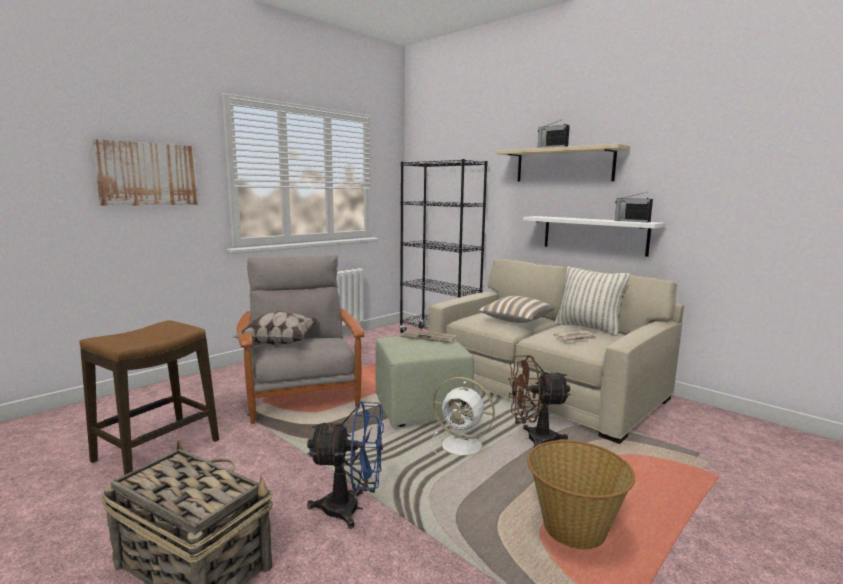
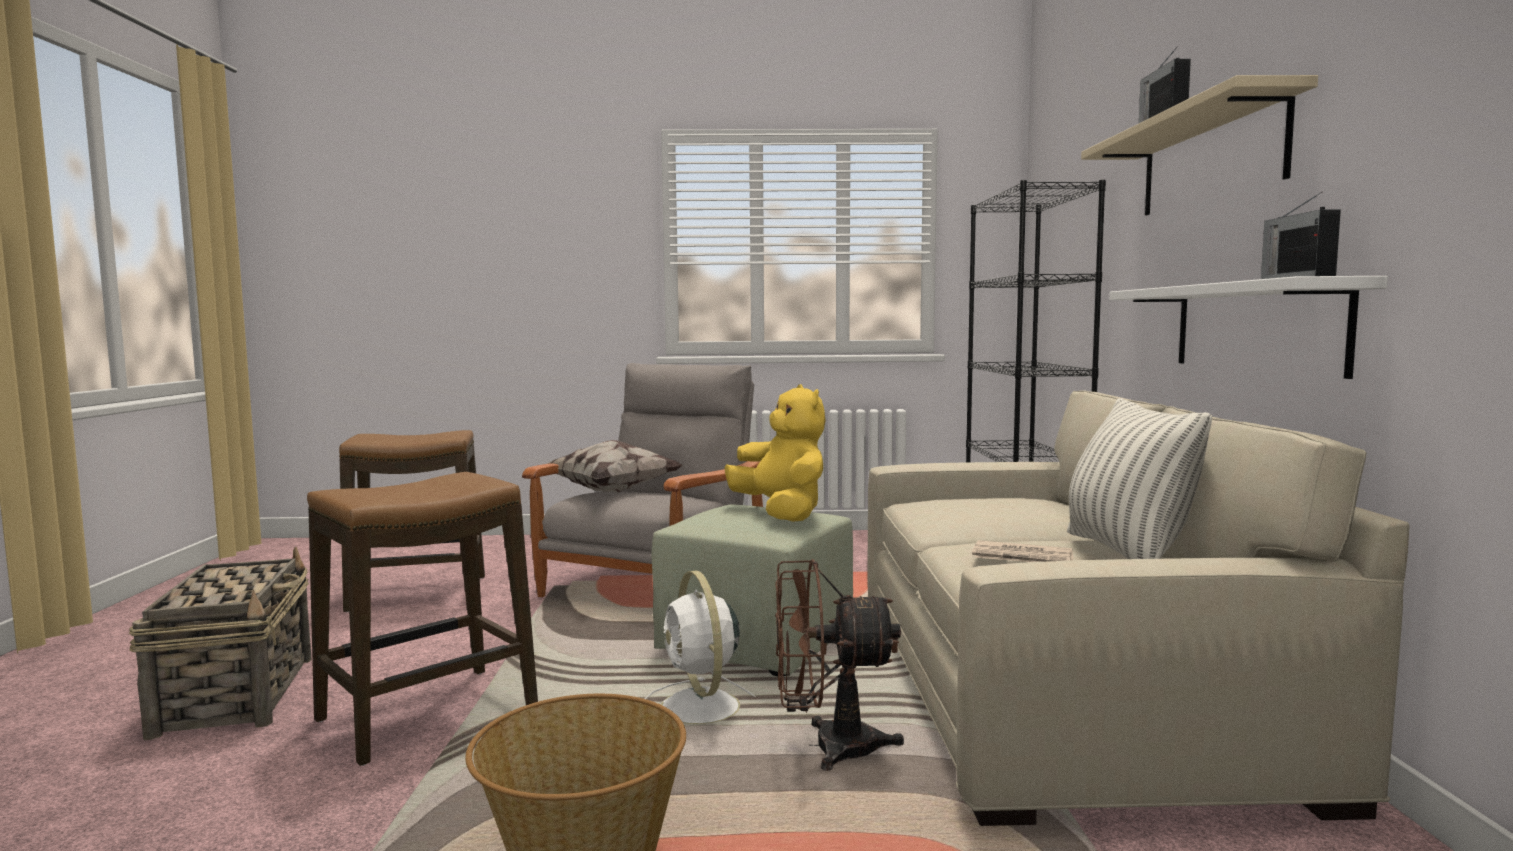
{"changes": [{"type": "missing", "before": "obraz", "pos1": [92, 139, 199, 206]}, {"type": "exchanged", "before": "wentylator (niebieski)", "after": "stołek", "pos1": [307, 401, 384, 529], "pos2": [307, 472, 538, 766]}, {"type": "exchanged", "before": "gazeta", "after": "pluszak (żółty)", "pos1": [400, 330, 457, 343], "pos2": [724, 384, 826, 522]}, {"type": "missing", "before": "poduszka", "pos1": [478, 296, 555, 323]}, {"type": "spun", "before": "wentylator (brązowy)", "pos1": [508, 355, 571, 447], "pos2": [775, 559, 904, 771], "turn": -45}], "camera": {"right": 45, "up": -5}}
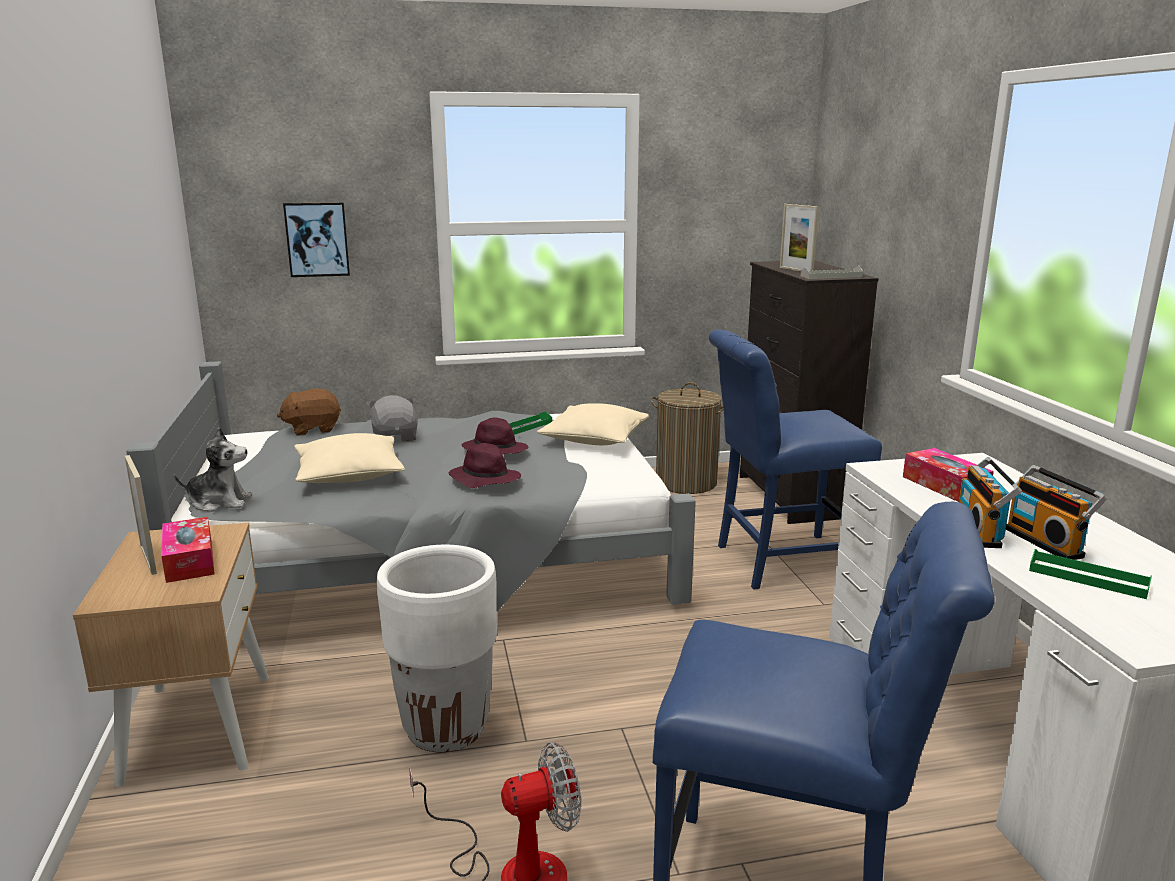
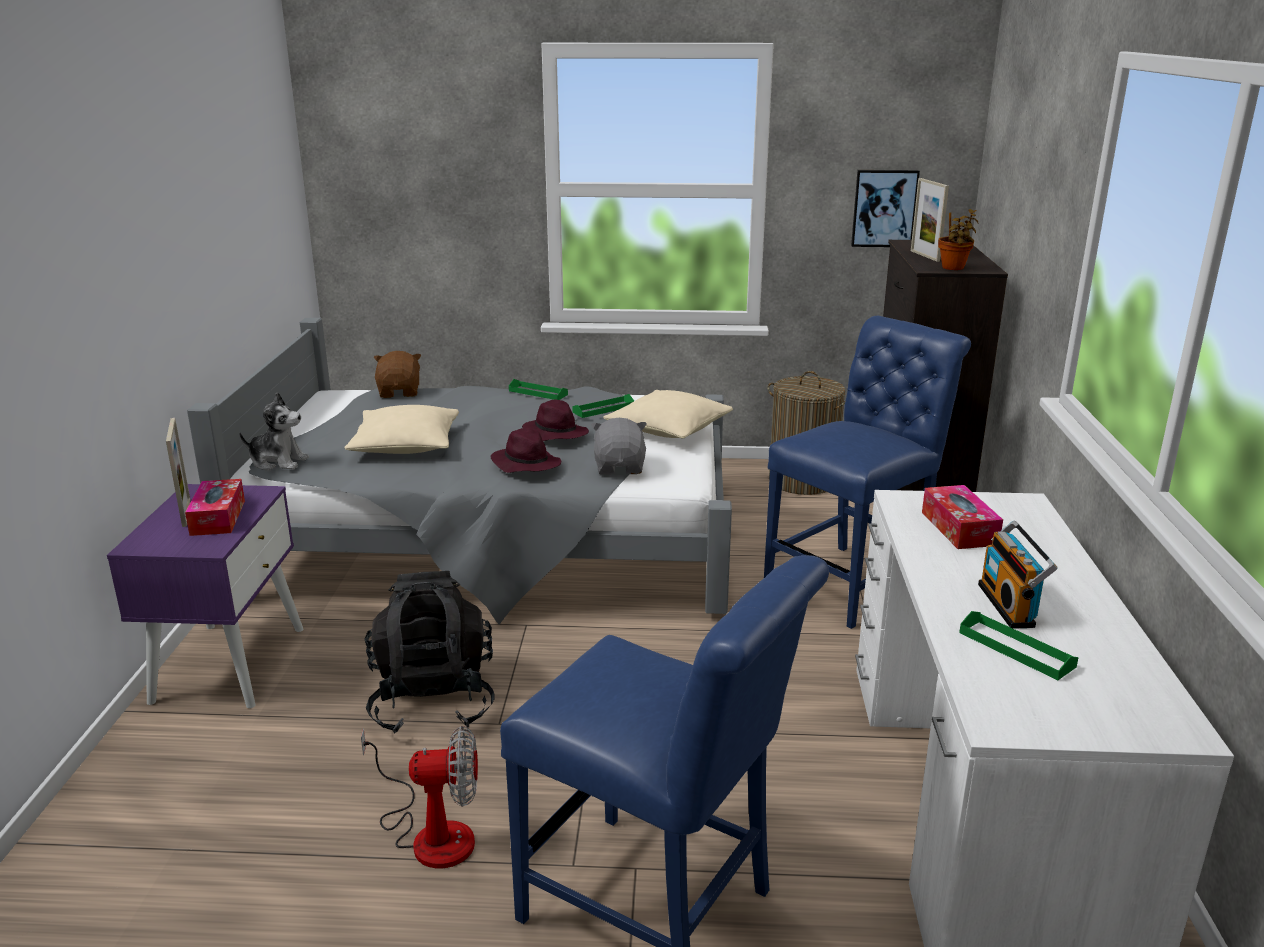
{"changes": [{"type": "colour", "before": "szafka nocna (beżowy)", "after": "szafka nocna (fioletowy)", "pos1": [73, 523, 269, 787], "pos2": [107, 484, 304, 708]}, {"type": "spun", "before": "pluszak (brązowy)", "pos1": [277, 389, 341, 436], "pos2": [374, 351, 421, 398], "turn": 90}, {"type": "relocated", "before": "obraz", "pos1": [283, 202, 350, 277], "pos2": [851, 170, 920, 247]}, {"type": "relocated", "before": "pluszak (szary)", "pos1": [366, 395, 418, 441], "pos2": [591, 418, 646, 475]}, {"type": "exchanged", "before": "donica (biały)", "after": "plecak (czarny)", "pos1": [377, 545, 497, 752], "pos2": [365, 571, 495, 734]}, {"type": "spun", "before": "krzesło (niebieski)", "pos1": [709, 329, 882, 589], "pos2": [764, 316, 971, 629], "turn": 135}, {"type": "exchanged", "before": "taca (szary)", "after": "roślina doniczkowa", "pos1": [801, 265, 863, 279], "pos2": [938, 209, 979, 270]}, {"type": "missing", "before": "radio", "pos1": [958, 457, 1022, 548]}, {"type": "appeared", "after": "taca (zielony)", "pos2": [509, 379, 568, 400]}], "camera": {"right": 15, "up": 5}}
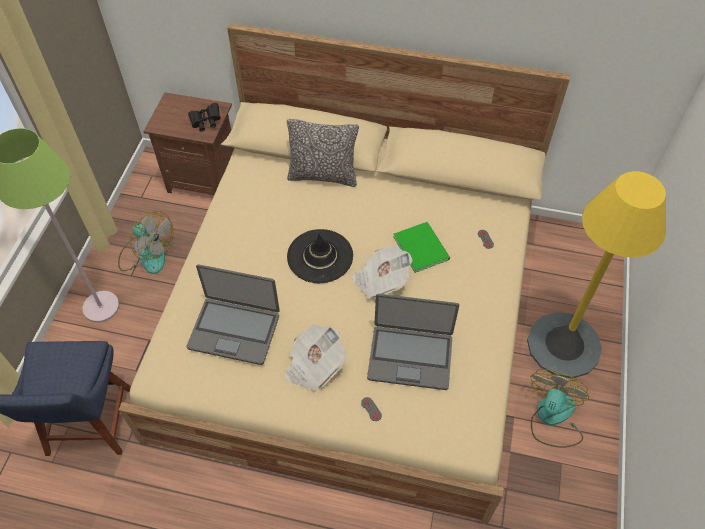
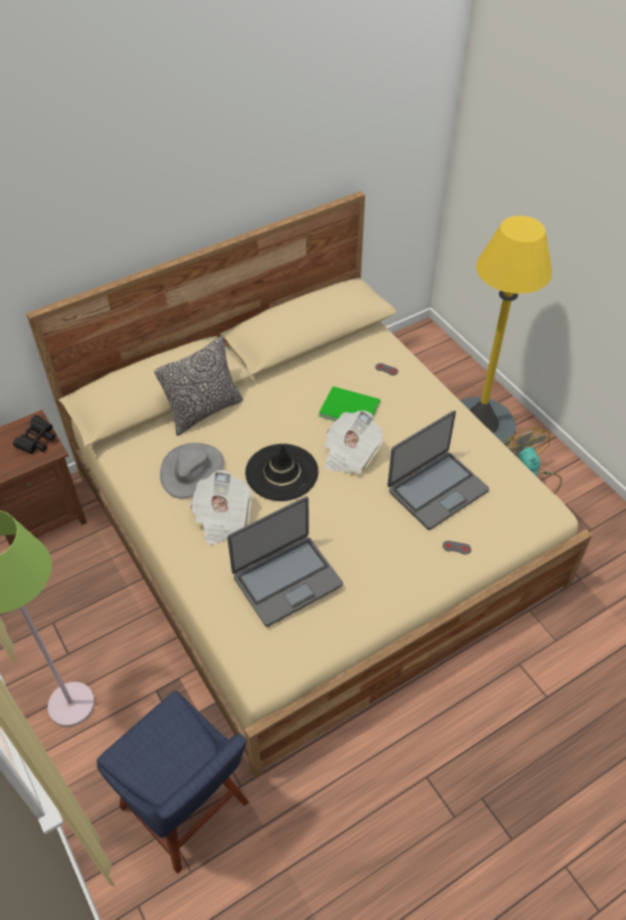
{"changes": [{"type": "missing", "before": "wentylator", "pos1": [118, 211, 173, 274]}, {"type": "relocated", "before": "gazeta", "pos1": [284, 324, 346, 392], "pos2": [190, 470, 253, 545]}, {"type": "appeared", "after": "kapelusz (szary)", "pos2": [160, 443, 224, 498]}], "camera": {"right": -45, "up": -5}}
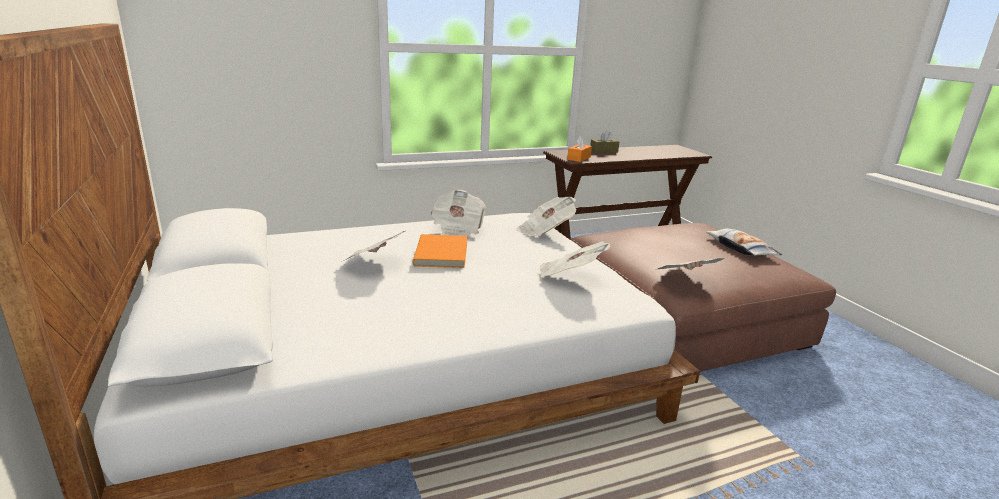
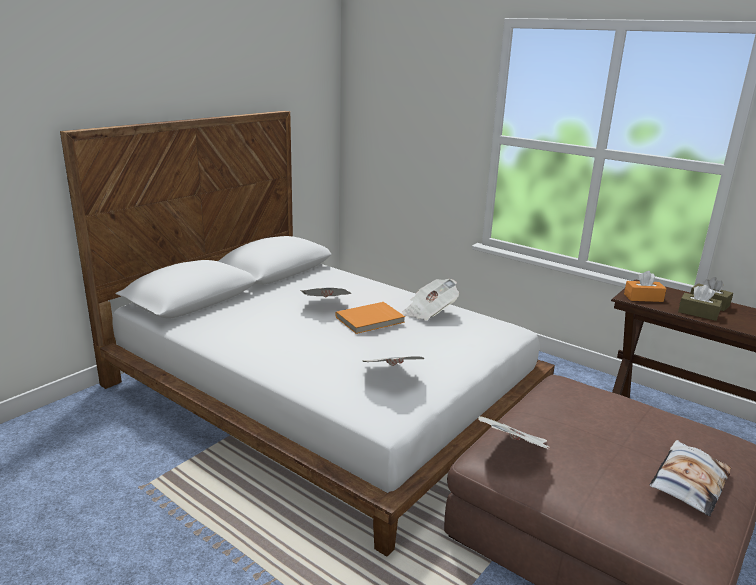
{"changes": [{"type": "missing", "before": "gazeta", "pos1": [517, 197, 577, 237]}, {"type": "appeared", "after": "pudełko chusteczek (brązowy)", "pos2": [678, 285, 722, 321]}], "camera": {"right": 60, "up": 0}}
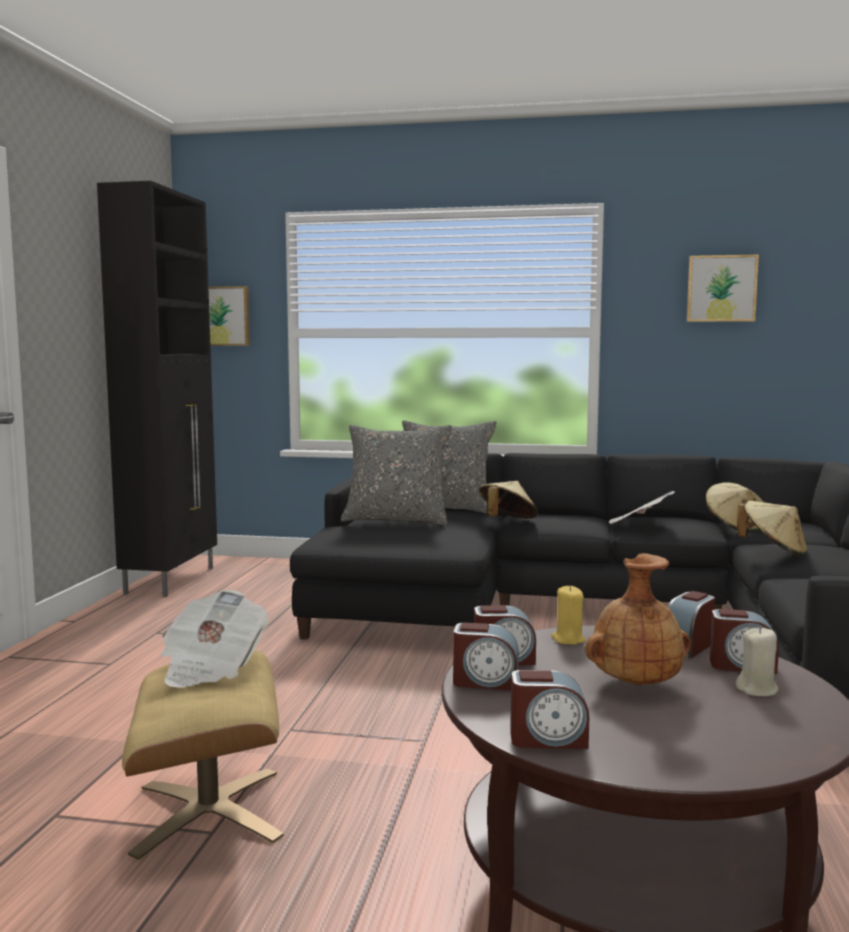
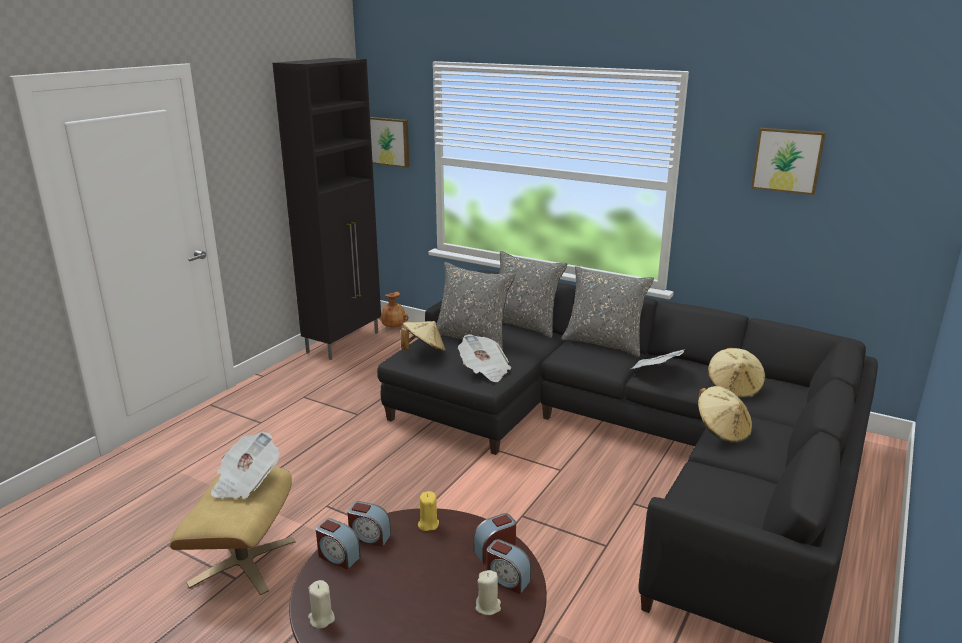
{"changes": [{"type": "relocated", "before": "kapelusz (beżowy)", "pos1": [479, 481, 538, 519], "pos2": [401, 321, 446, 352]}, {"type": "exchanged", "before": "budzik", "after": "świeca (beżowy)", "pos1": [510, 670, 589, 749], "pos2": [308, 580, 335, 628]}, {"type": "relocated", "before": "wazon (brązowy)", "pos1": [585, 553, 691, 685], "pos2": [378, 292, 408, 328]}, {"type": "appeared", "after": "gazeta", "pos2": [458, 334, 511, 382]}, {"type": "appeared", "after": "poduszka (szary)", "pos2": [561, 266, 654, 357]}], "camera": {"right": 20, "up": 15}}
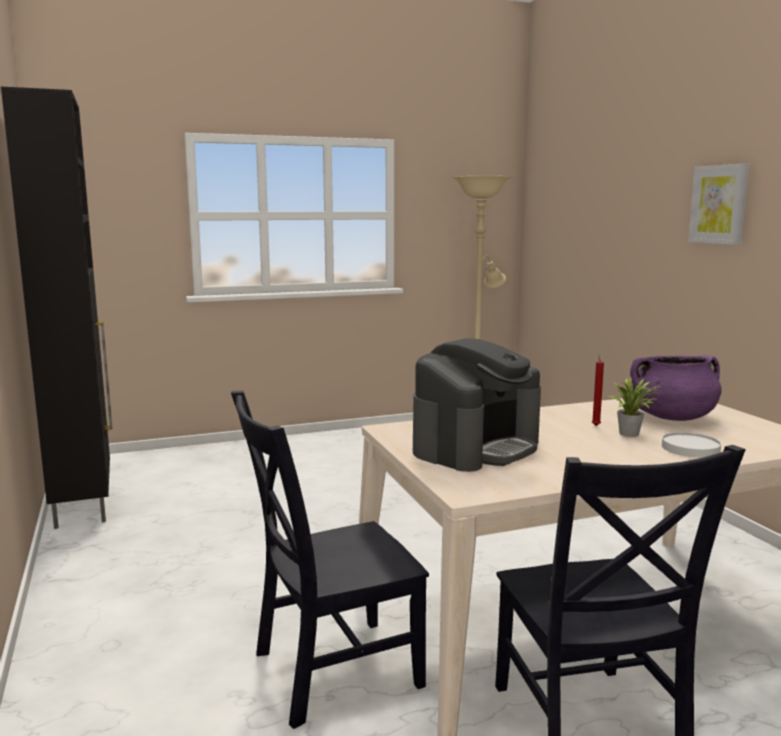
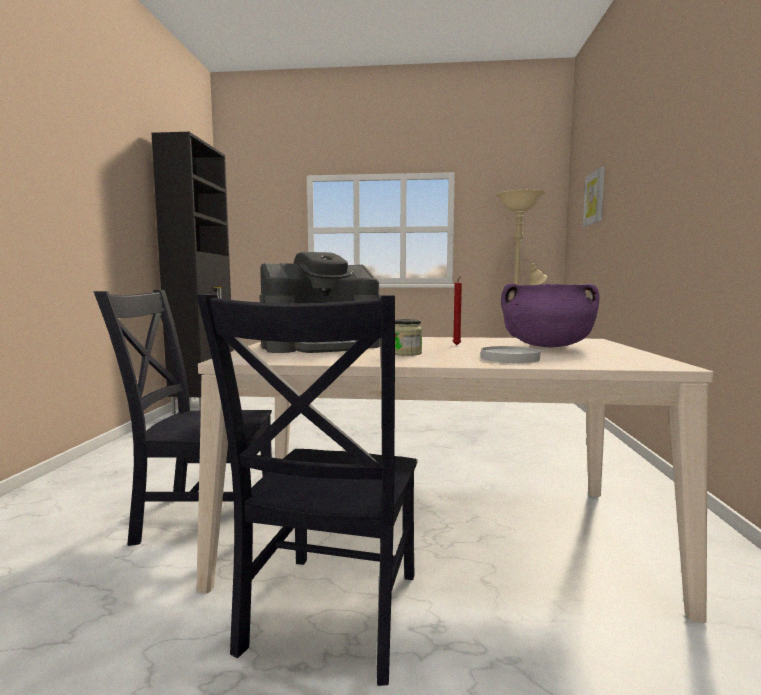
{"changes": [{"type": "missing", "before": "roślina doniczkowa", "pos1": [609, 375, 663, 437]}, {"type": "relocated", "before": "obraz", "pos1": [688, 163, 750, 245], "pos2": [583, 167, 605, 226]}, {"type": "appeared", "after": "słoik", "pos2": [395, 319, 422, 356]}], "camera": {"right": 25, "up": -5}}
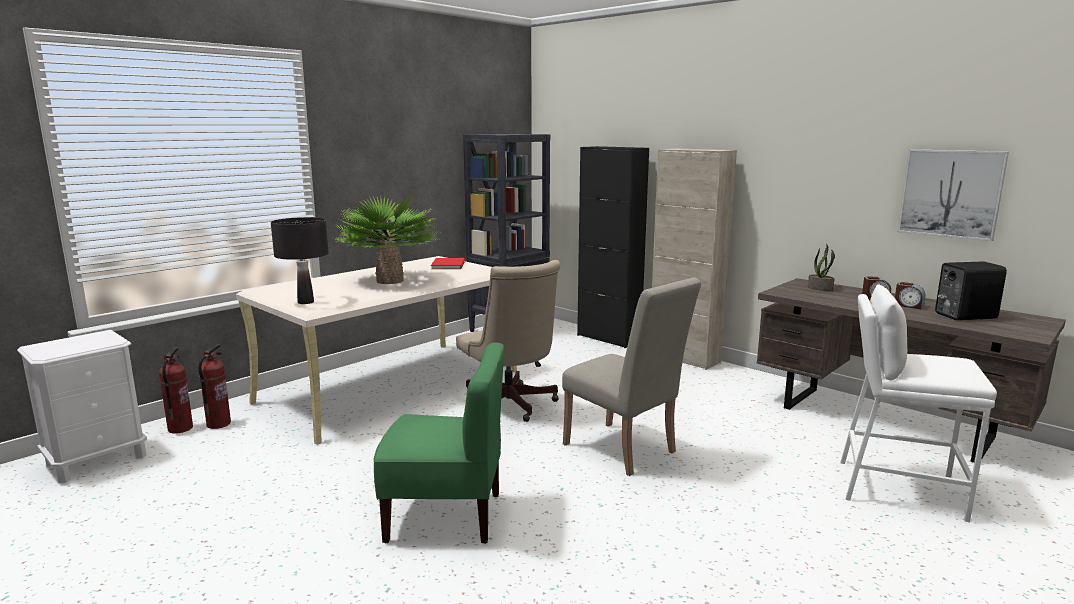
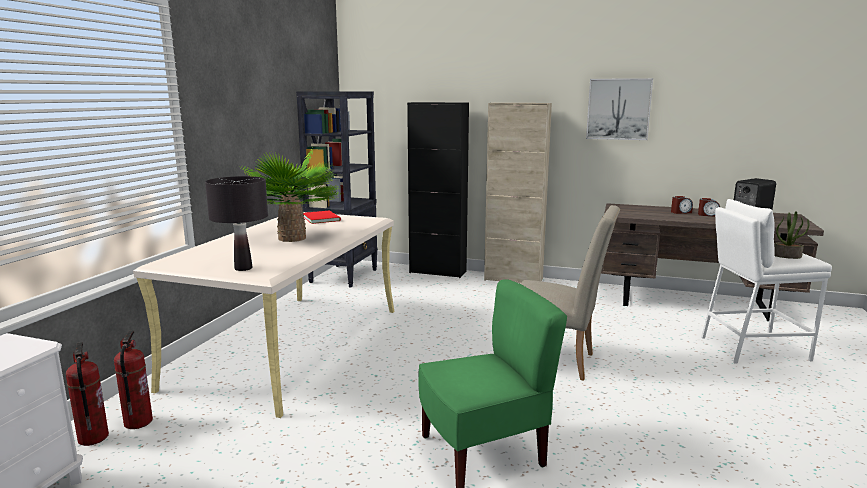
{"changes": [{"type": "missing", "before": "krzesło biurowe (beżowy)", "pos1": [456, 260, 560, 422]}, {"type": "relocated", "before": "roślina doniczkowa", "pos1": [808, 244, 835, 291], "pos2": [774, 211, 809, 259]}, {"type": "relocated", "before": "obraz", "pos1": [897, 149, 1009, 241], "pos2": [586, 78, 653, 140]}], "camera": {"right": -25, "up": 0}}
